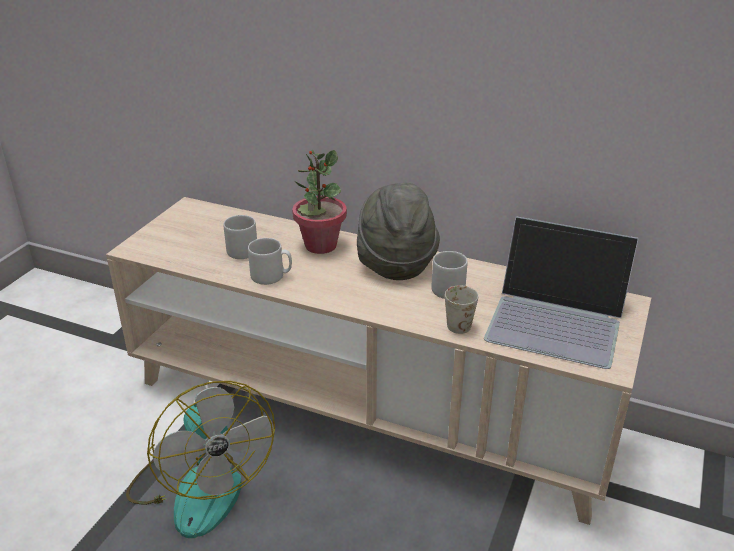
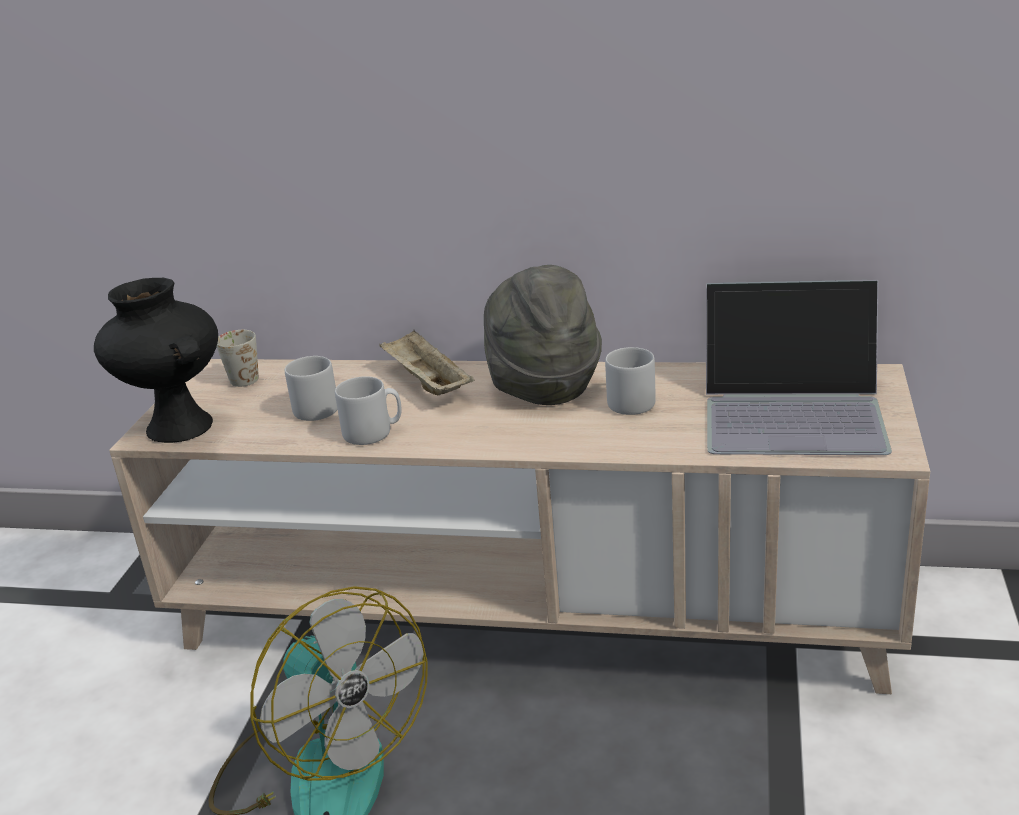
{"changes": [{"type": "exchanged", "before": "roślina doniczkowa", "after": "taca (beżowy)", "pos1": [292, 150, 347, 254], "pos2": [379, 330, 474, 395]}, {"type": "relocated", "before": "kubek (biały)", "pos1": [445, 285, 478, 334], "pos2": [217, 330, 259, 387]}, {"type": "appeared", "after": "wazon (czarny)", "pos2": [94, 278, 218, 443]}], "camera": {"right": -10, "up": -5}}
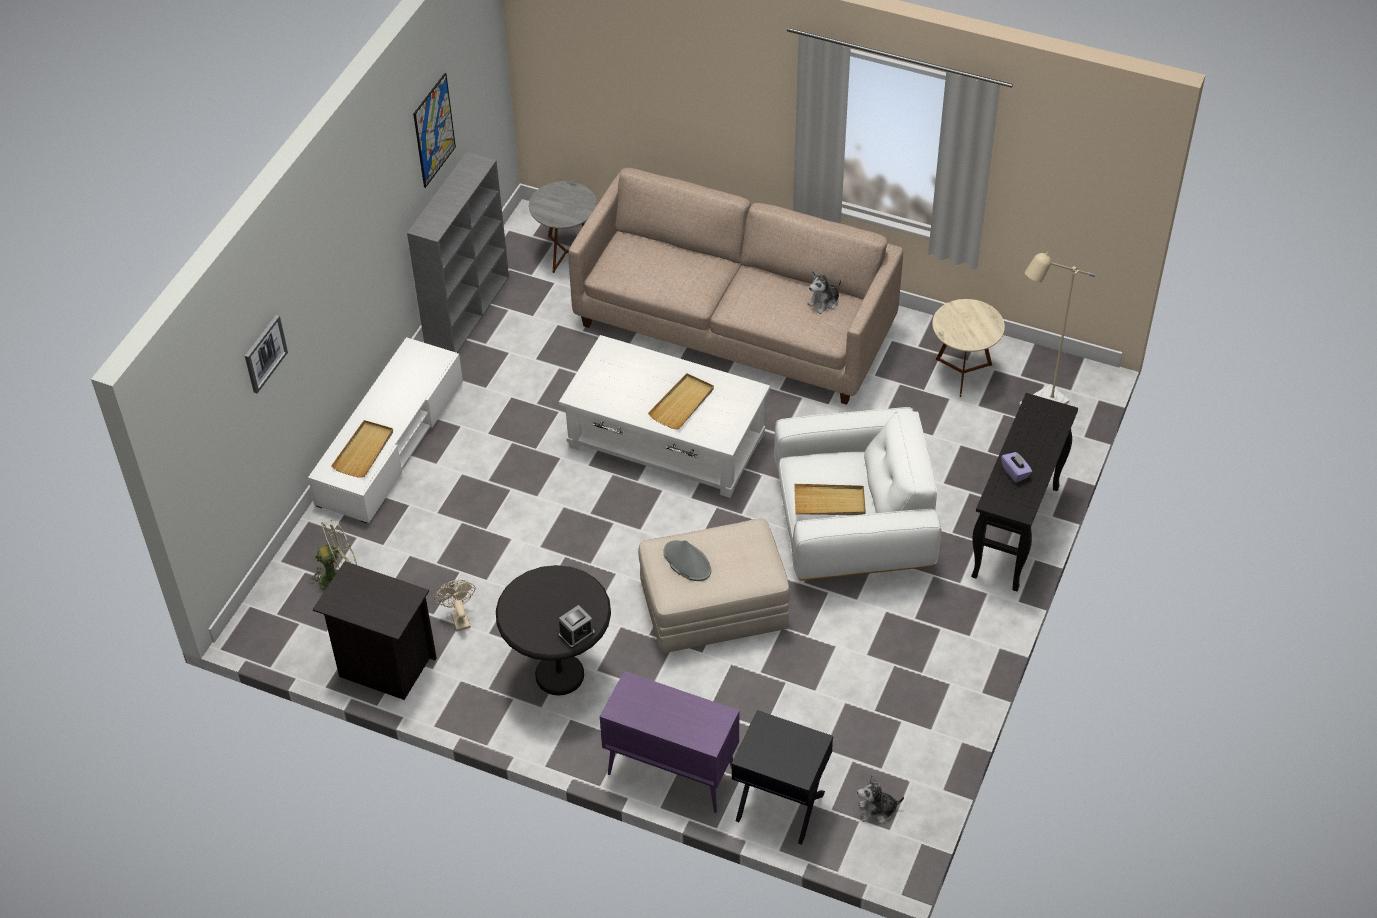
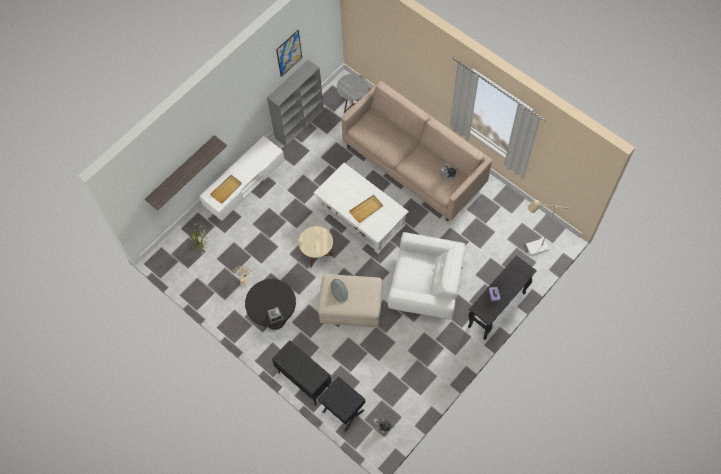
{"changes": [{"type": "missing", "before": "obraz", "pos1": [245, 315, 288, 393]}, {"type": "missing", "before": "szafka nocna (czarny)", "pos1": [313, 561, 437, 700]}, {"type": "colour", "before": "szafka (fioletowy)", "after": "szafka (czarny)", "pos1": [600, 671, 739, 813], "pos2": [272, 340, 331, 406]}, {"type": "missing", "before": "taca (beżowy)", "pos1": [795, 484, 865, 515]}, {"type": "relocated", "before": "stolik (beżowy)", "pos1": [932, 299, 1005, 397], "pos2": [299, 226, 333, 269]}, {"type": "appeared", "after": "półka", "pos2": [145, 135, 227, 211]}], "camera": {"right": 20, "up": 15}}
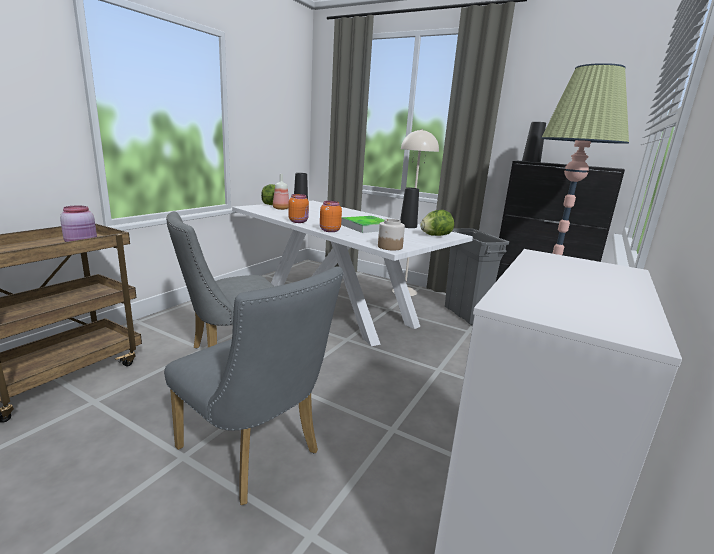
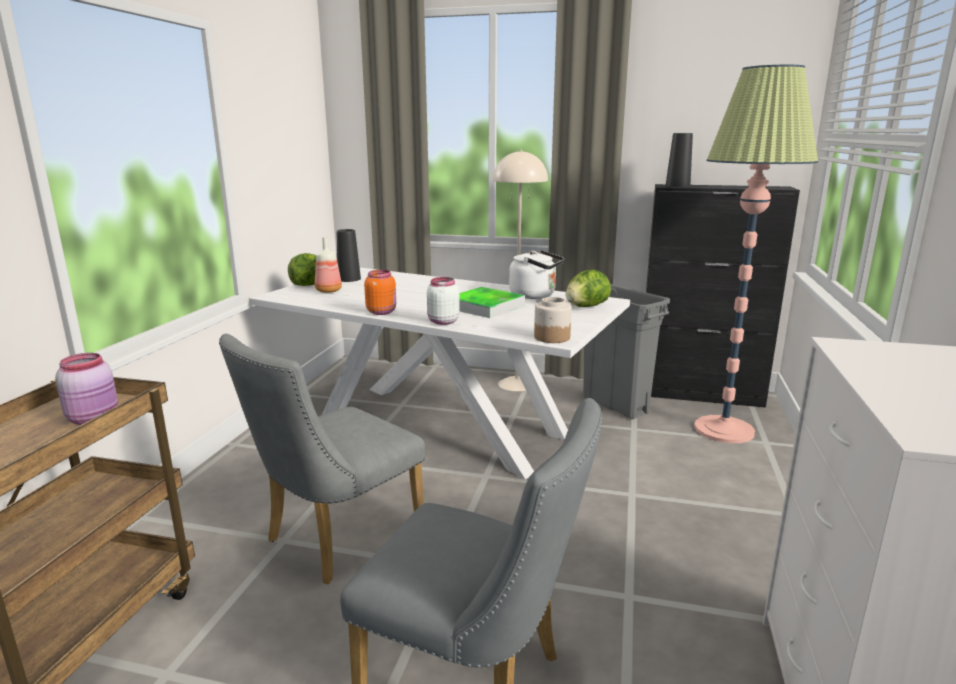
{"changes": [{"type": "colour", "before": "słoik (pomarańczowy)", "after": "słoik (biały)", "pos1": [320, 201, 342, 232], "pos2": [427, 277, 460, 325]}, {"type": "exchanged", "before": "wazon (czarny)", "after": "czajnik (biały)", "pos1": [400, 187, 419, 228], "pos2": [509, 250, 564, 299]}], "camera": {"right": -15, "up": 0}}
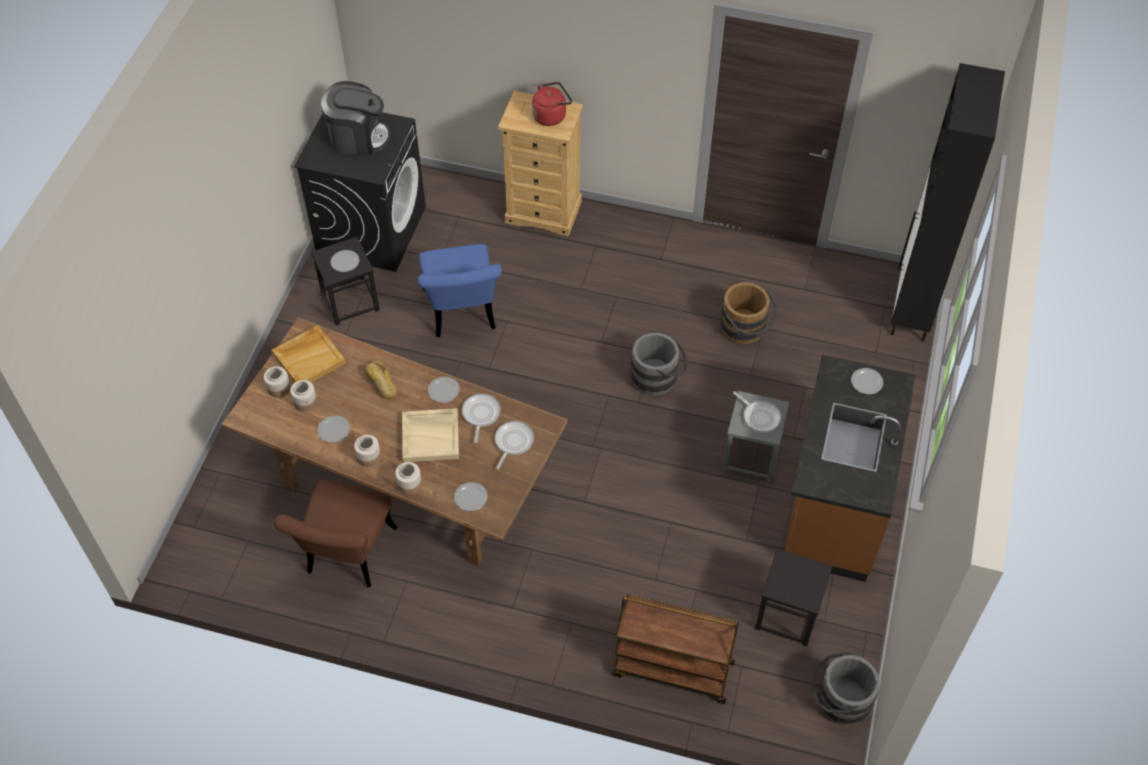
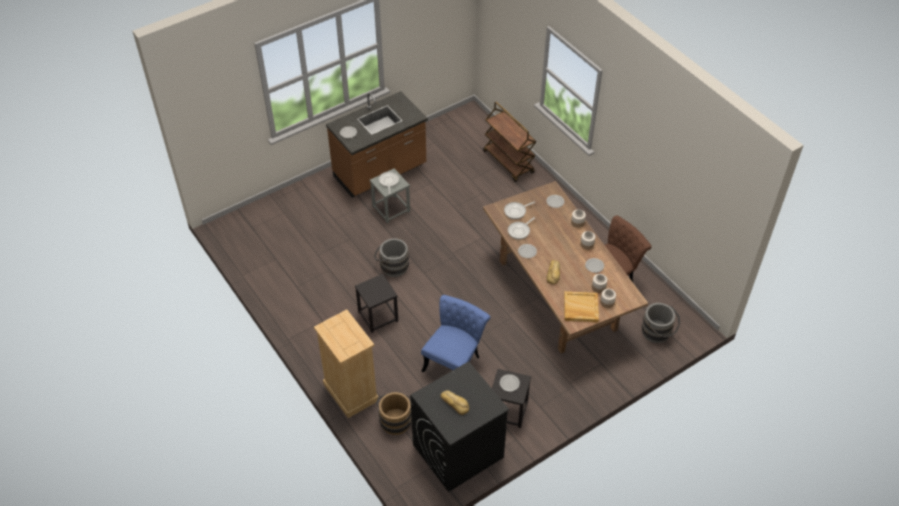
{"changes": [{"type": "exchanged", "before": "ekspres do kawy", "after": "chleb", "pos1": [321, 81, 390, 156], "pos2": [441, 390, 469, 415]}, {"type": "missing", "before": "taca (beżowy)", "pos1": [402, 408, 459, 462]}, {"type": "missing", "before": "czajnik (czerwony)", "pos1": [532, 82, 572, 126]}, {"type": "relocated", "before": "wiadro (brązowy)", "pos1": [720, 282, 778, 344], "pos2": [376, 392, 412, 435]}, {"type": "relocated", "before": "stołek (czarny)", "pos1": [755, 549, 833, 646], "pos2": [355, 274, 398, 333]}, {"type": "relocated", "before": "wiadro (szary)", "pos1": [811, 651, 880, 725], "pos2": [641, 303, 680, 343]}, {"type": "missing", "before": "szafka (czarny)", "pos1": [891, 63, 1005, 342]}], "camera": {"right": -140, "up": -5}}
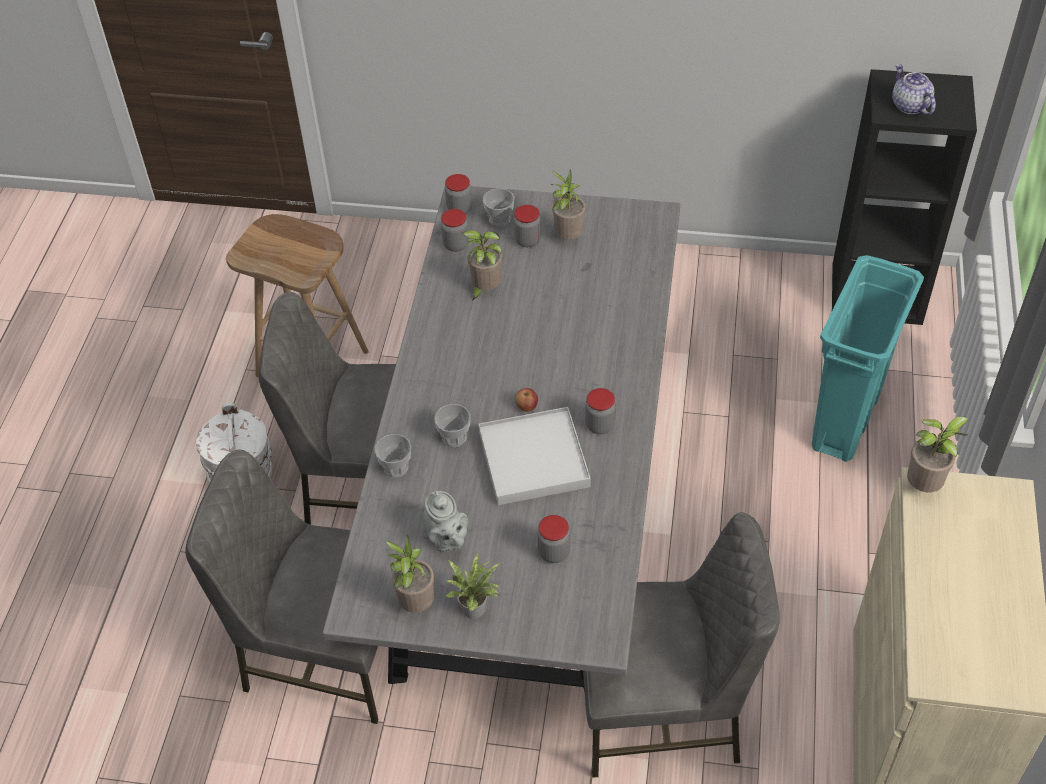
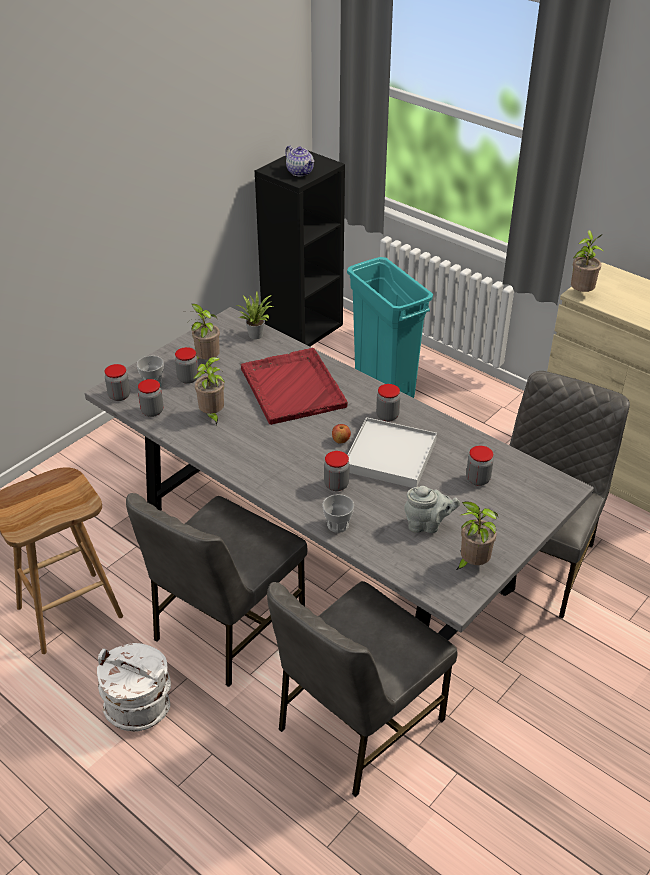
{"changes": [{"type": "exchanged", "before": "filiżanka", "after": "słoik", "pos1": [434, 404, 471, 447], "pos2": [324, 451, 350, 491]}, {"type": "relocated", "before": "roślina doniczkowa", "pos1": [446, 554, 500, 619], "pos2": [237, 291, 273, 339]}, {"type": "spun", "before": "imbryk", "pos1": [892, 64, 936, 115], "pos2": [285, 145, 314, 176], "turn": -135}, {"type": "appeared", "after": "taca (czerwony)", "pos2": [241, 348, 348, 425]}], "camera": {"right": -60, "up": -10}}
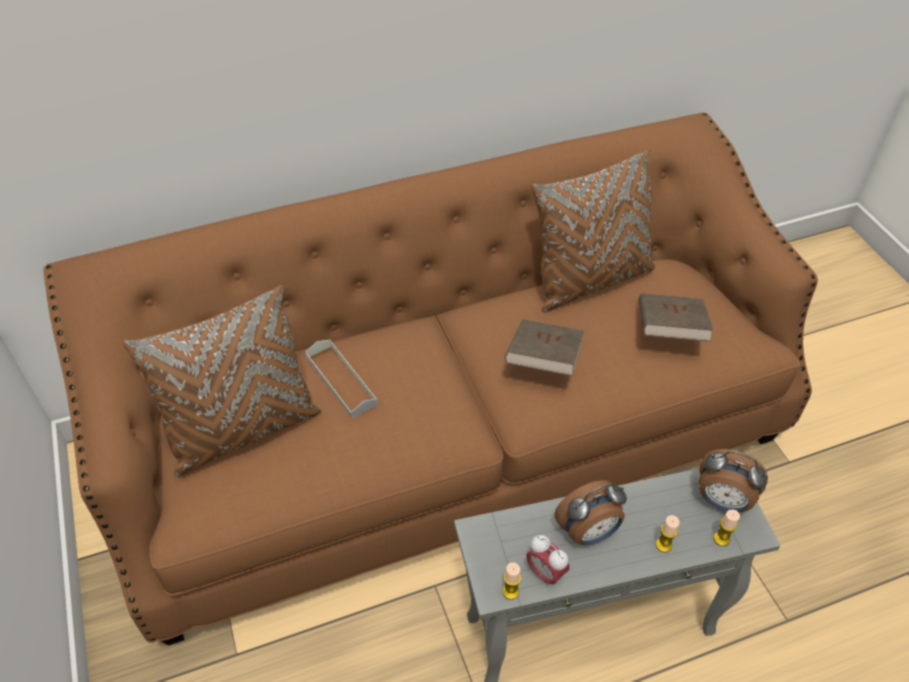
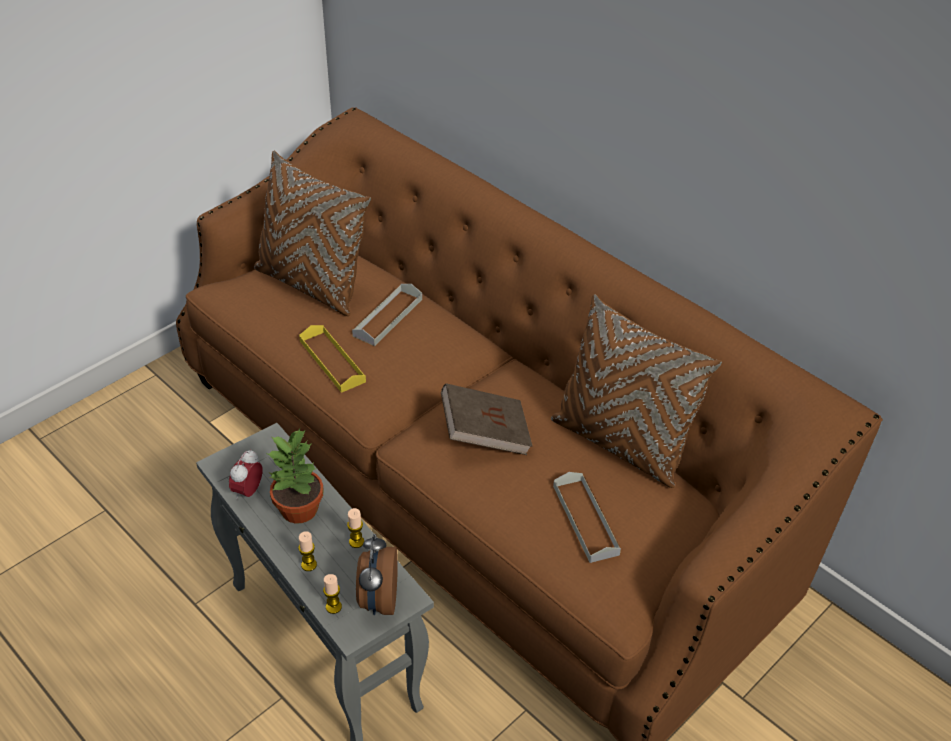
{"changes": [{"type": "relocated", "before": "świeca", "pos1": [503, 562, 521, 600], "pos2": [347, 508, 364, 548]}, {"type": "exchanged", "before": "budzik", "after": "roślina doniczkowa", "pos1": [554, 480, 627, 545], "pos2": [266, 428, 324, 523]}, {"type": "exchanged", "before": "książka (brązowy)", "after": "taca (szary)", "pos1": [639, 293, 713, 342], "pos2": [553, 472, 621, 563]}, {"type": "appeared", "after": "taca (żółty)", "pos2": [299, 325, 366, 393]}], "camera": {"right": 65, "up": -5}}
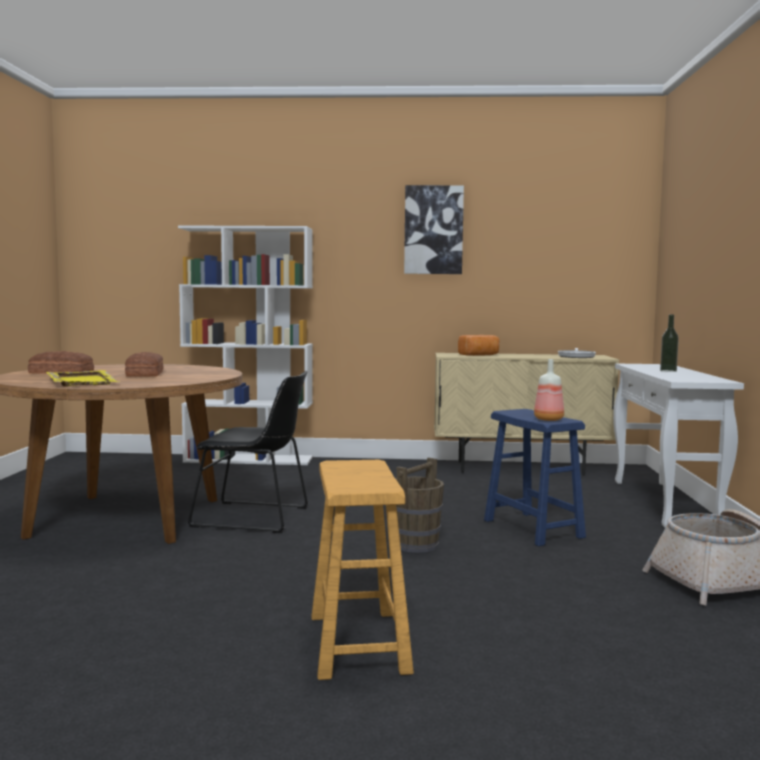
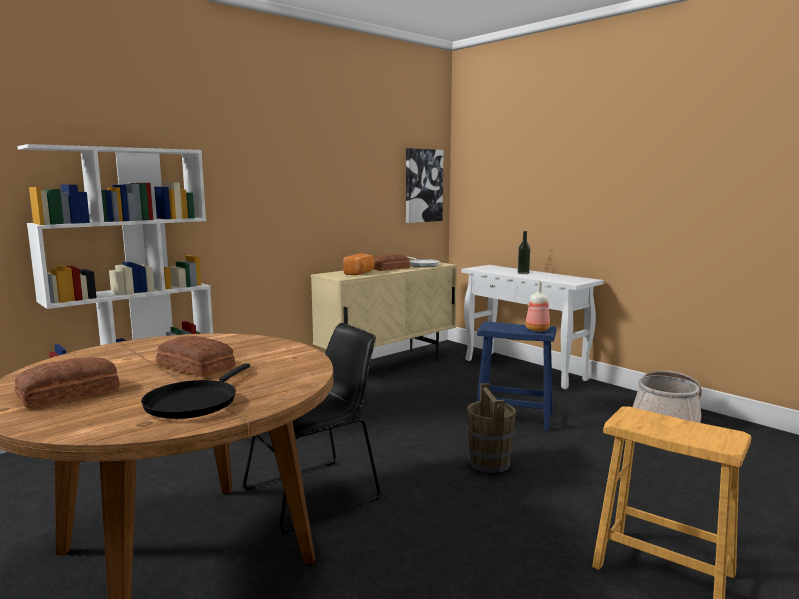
{"changes": [{"type": "exchanged", "before": "taca (żółty)", "after": "patelnia (czarny)", "pos1": [46, 370, 121, 387], "pos2": [141, 363, 250, 419]}, {"type": "relocated", "before": "obraz", "pos1": [404, 185, 464, 274], "pos2": [406, 148, 444, 223]}, {"type": "appeared", "after": "chleb", "pos2": [373, 254, 410, 271]}], "camera": {"right": -45, "up": 5}}
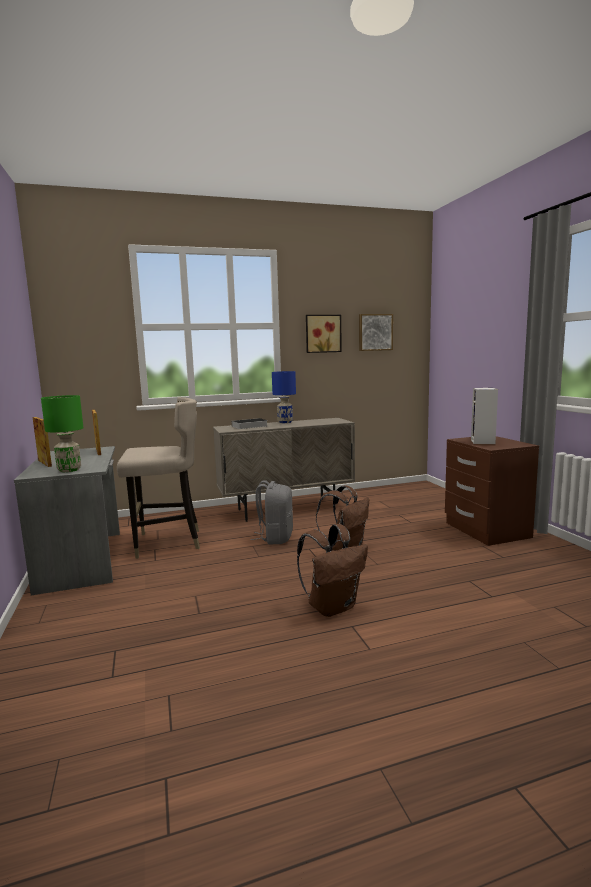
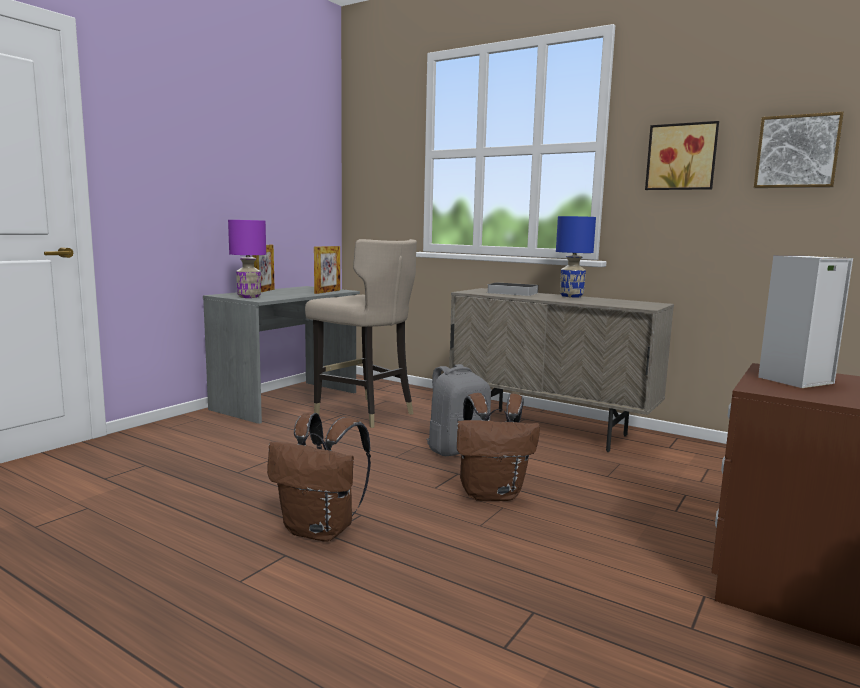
{"changes": [{"type": "colour", "before": "lampa stołowa (zielony)", "after": "lampa stołowa (fioletowy)", "pos1": [41, 395, 84, 472], "pos2": [228, 220, 266, 298]}], "camera": {"right": 50, "up": 0}}
